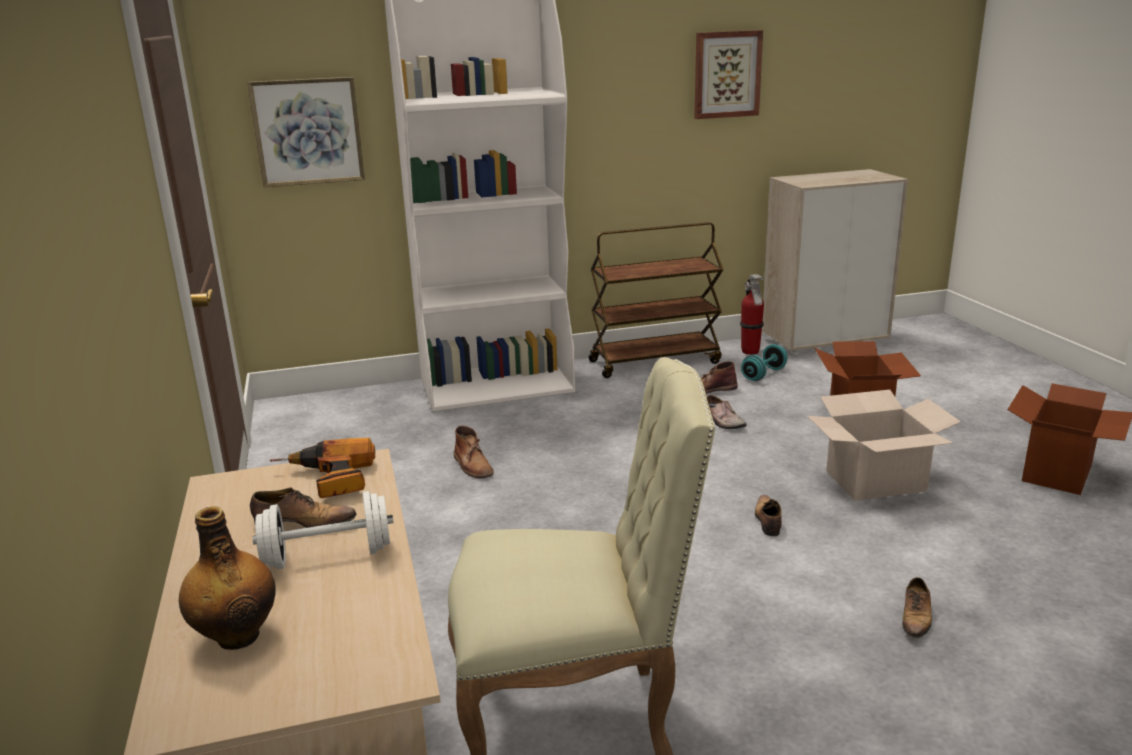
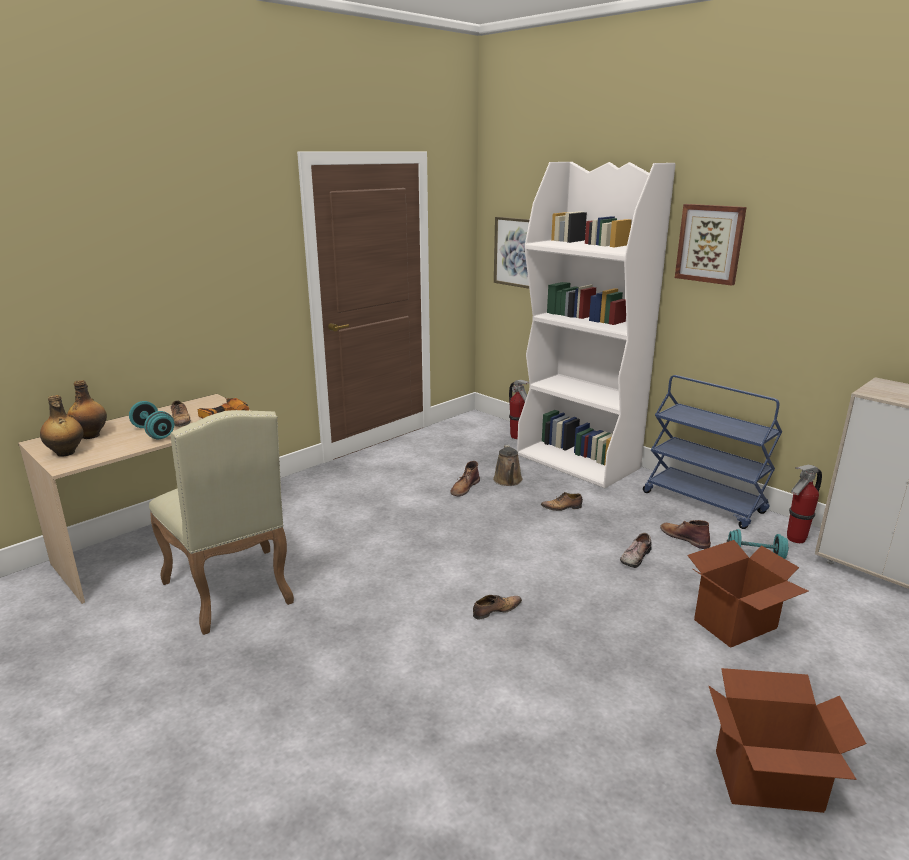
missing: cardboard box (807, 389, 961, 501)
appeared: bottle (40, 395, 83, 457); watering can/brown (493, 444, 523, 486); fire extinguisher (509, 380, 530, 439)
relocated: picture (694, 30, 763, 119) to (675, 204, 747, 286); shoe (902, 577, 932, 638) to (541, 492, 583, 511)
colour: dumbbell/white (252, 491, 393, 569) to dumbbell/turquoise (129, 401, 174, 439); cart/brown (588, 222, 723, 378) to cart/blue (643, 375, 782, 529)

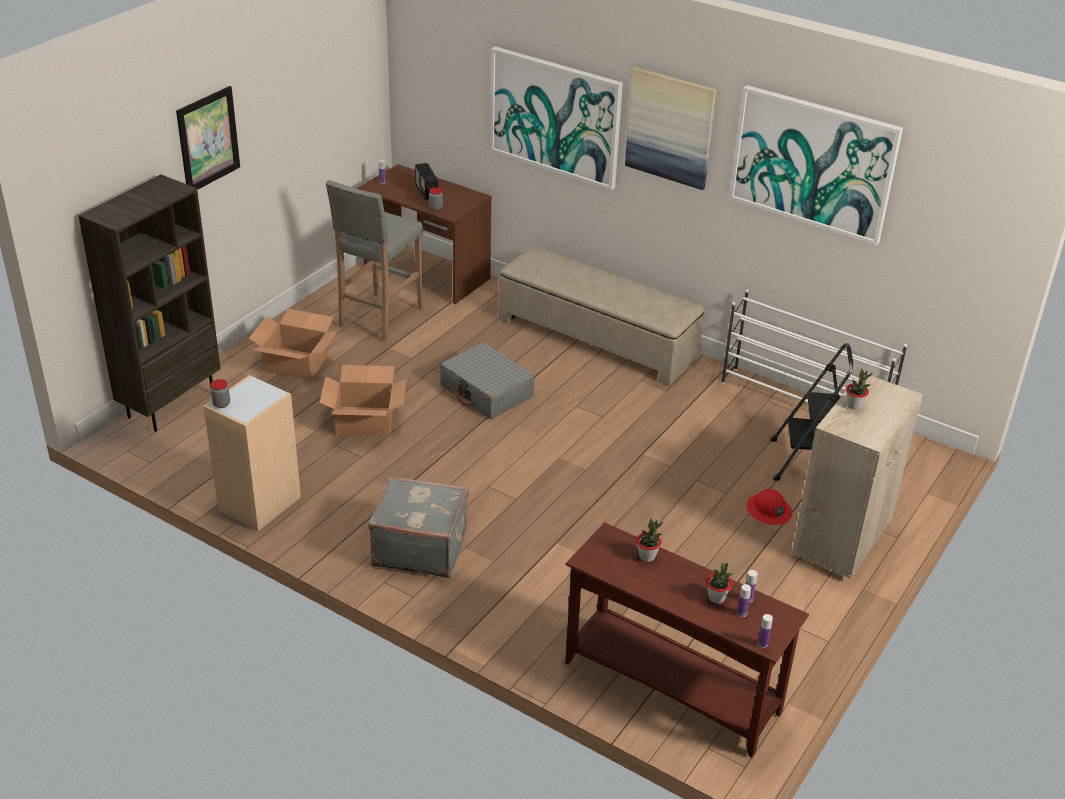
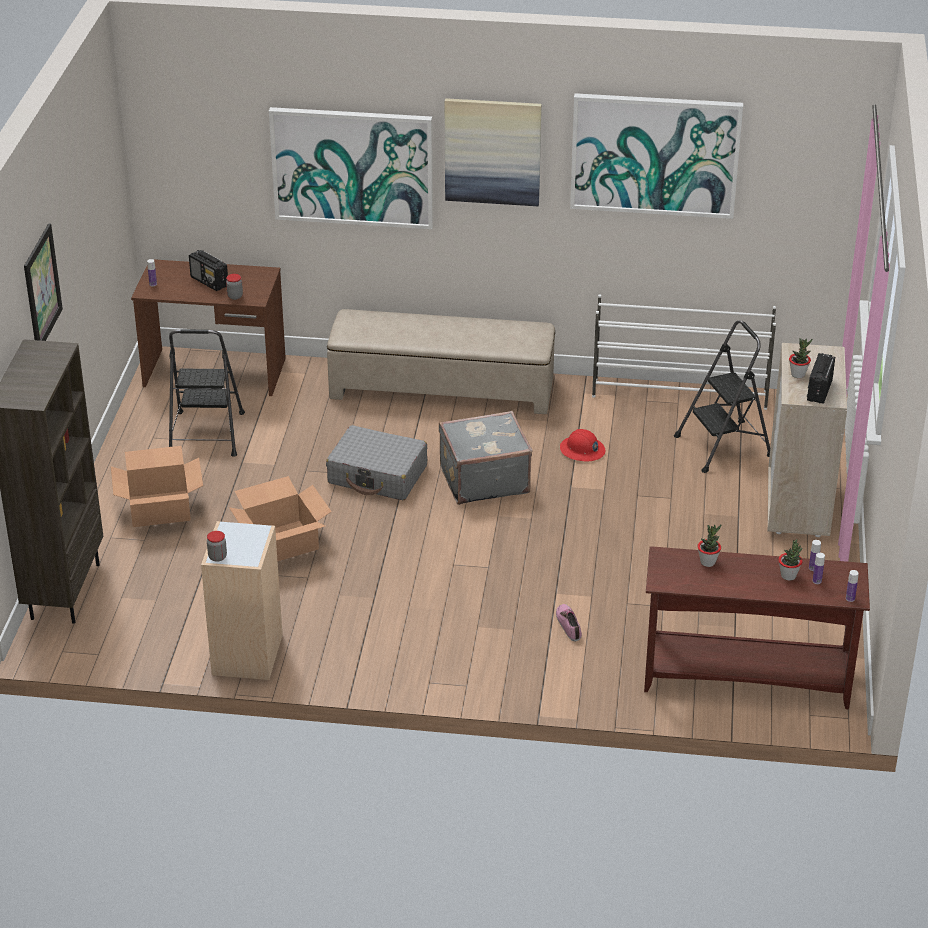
appeared: shoe (556, 604, 582, 641); radio (807, 353, 835, 404)
relocated: suitcase/grey (368, 476, 469, 578) to (439, 411, 532, 505); hard hat/red (747, 489, 792, 525) to (560, 429, 605, 461)
exchanged: stool/grey (326, 180, 424, 342) to step ladder/black (169, 329, 245, 456)

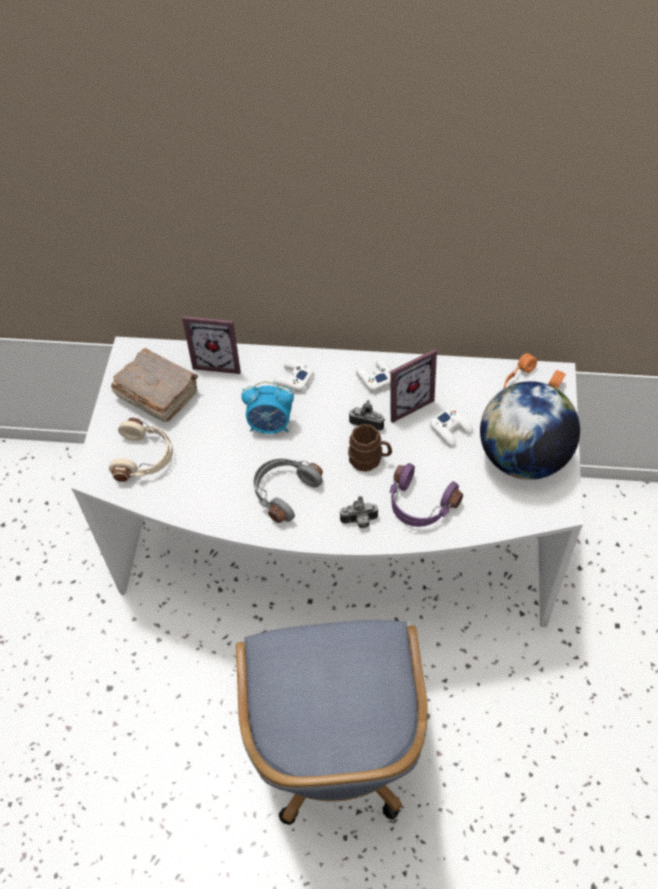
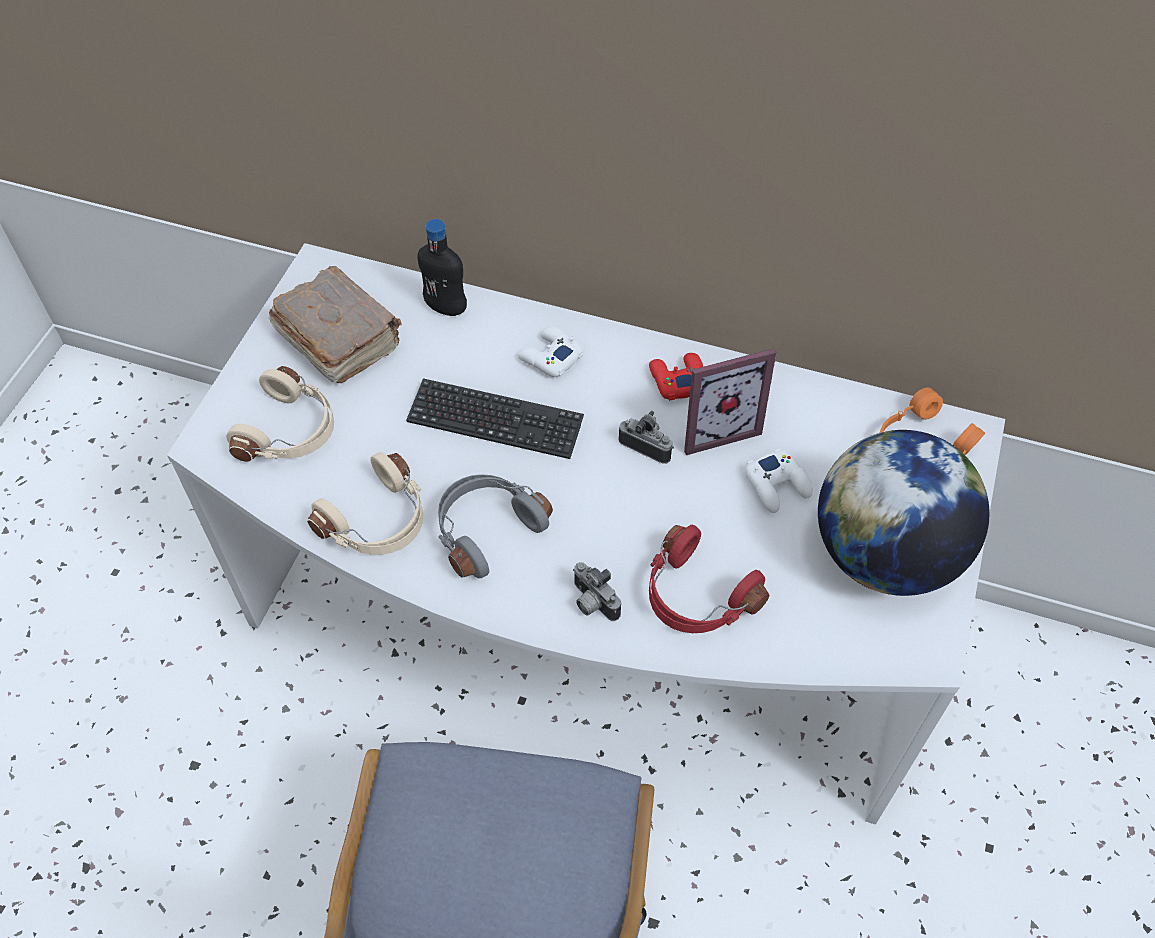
missing: mug/brown (348, 424, 392, 472)
appeared: headphones/beige (307, 452, 423, 555)
exchanged: picture frame (182, 316, 241, 374) to bottle/black (418, 219, 467, 316); alarm clock (241, 381, 294, 434) to keyboard (406, 378, 584, 459)
colour: game controller/white (356, 359, 391, 392) to game controller/red (649, 353, 703, 401); headphones/purple (389, 463, 463, 527) to headphones/red (649, 525, 769, 633)
spun: photo camera (340, 496, 379, 528) = (573, 562, 621, 621) 45 degrees clockwise

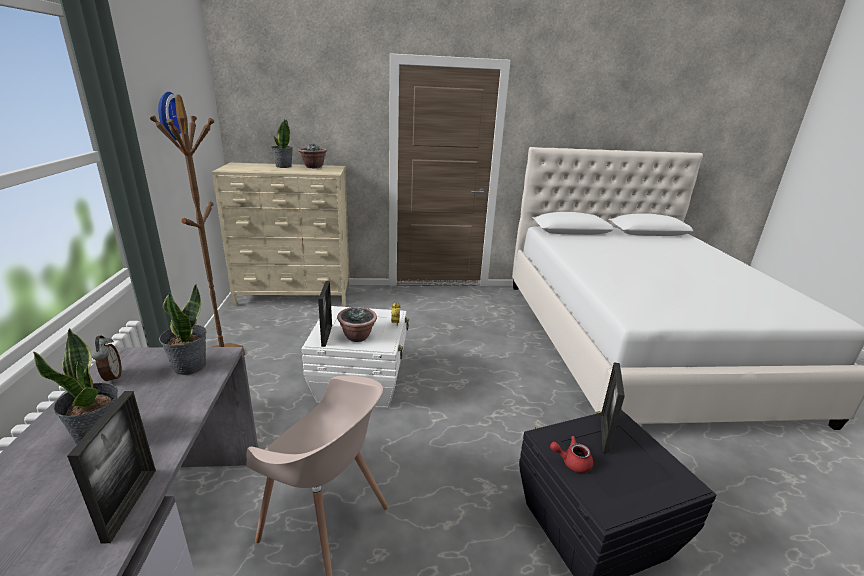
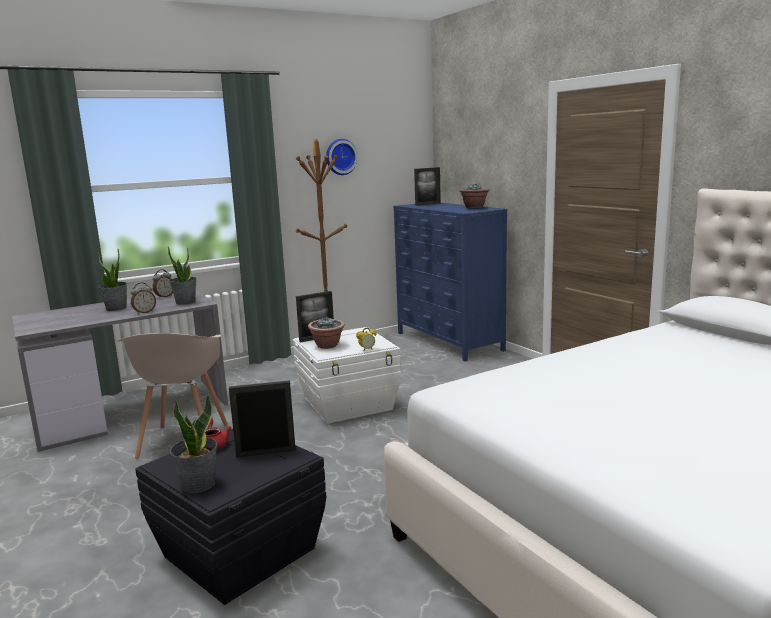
appeared: alarm clock (131, 283, 156, 314)
relocated: picture frame (67, 391, 156, 544) to (414, 167, 441, 206); potted plant (271, 118, 293, 168) to (170, 394, 217, 493)
colour: dresser/beige (212, 163, 350, 306) to dresser/blue (394, 203, 507, 362)

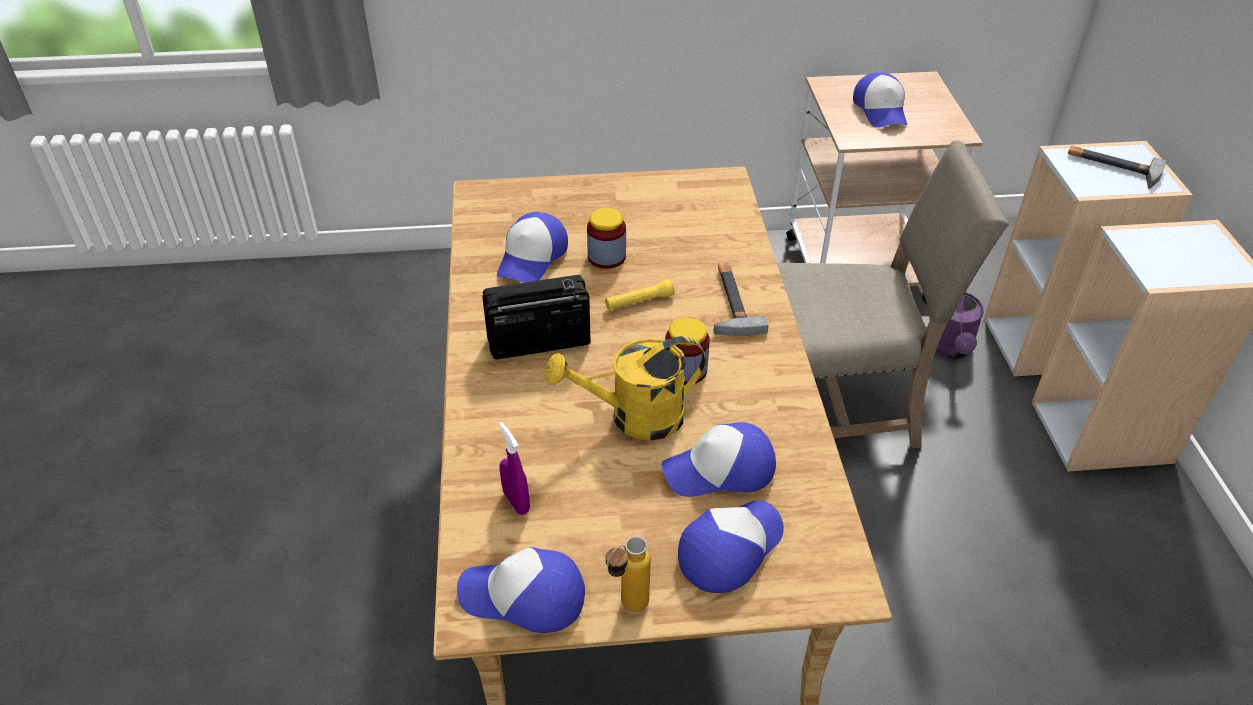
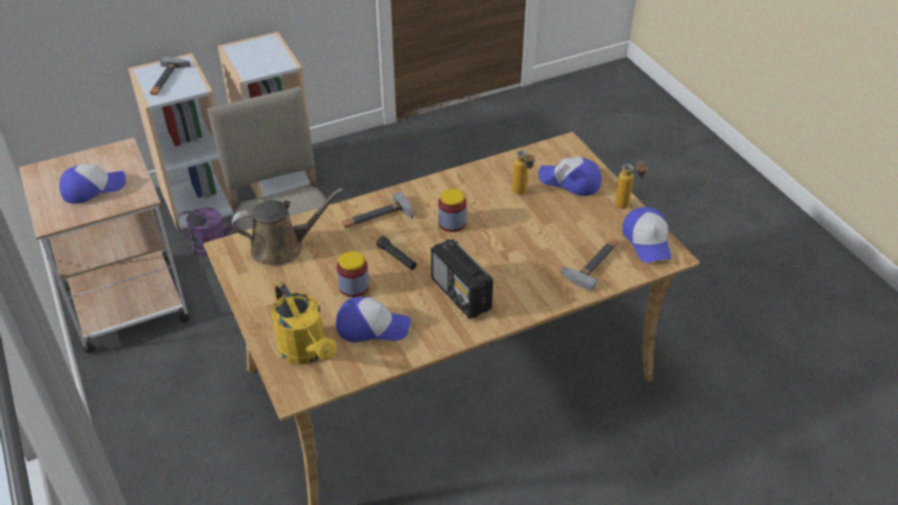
appeared: watering can/brown (232, 188, 343, 266)
relocated: watering can/yellow (545, 336, 706, 441) to (272, 282, 337, 365)
exchanged: spray bottle/purple (499, 422, 530, 515) to hammer (561, 238, 619, 291); cap (662, 422, 776, 497) to bottle (512, 150, 535, 195)
colour: flashlight/yellow (605, 279, 675, 310) to flashlight/black (377, 236, 417, 270)

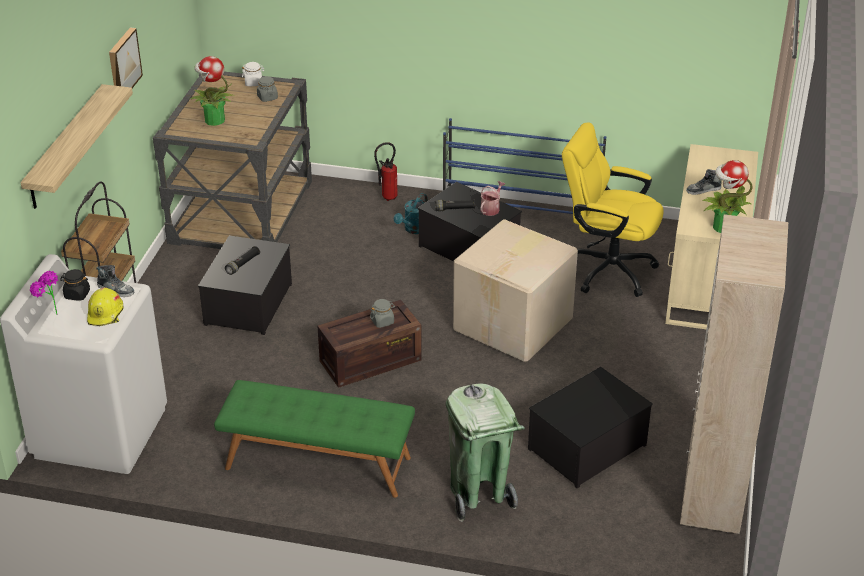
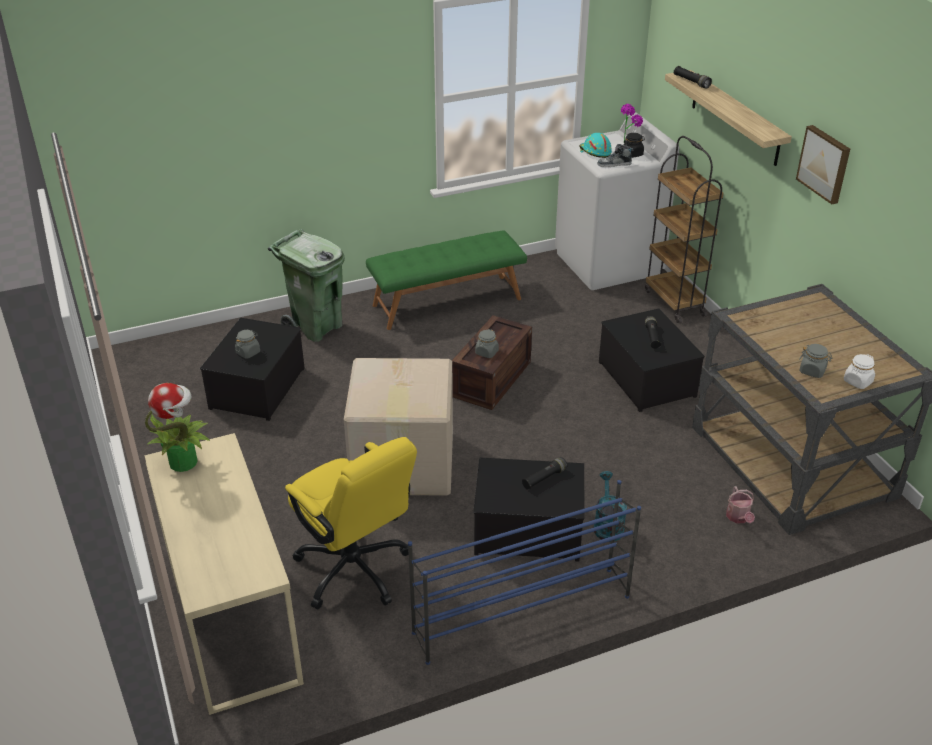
missing: potted plant (190, 56, 234, 126); fire extinguisher (374, 142, 398, 201); cabinet/beige (680, 214, 788, 534); shoe (686, 169, 722, 195)
appeared: jar/grey (235, 330, 260, 358); flashlight/black (674, 66, 712, 89)
relocated: watering can (480, 181, 505, 216) to (726, 486, 755, 524)
colour: hard hat/yellow (87, 287, 124, 326) to hard hat/turquoise (579, 133, 612, 158)
spun: office chair/yellow (562, 123, 664, 297) = (285, 437, 417, 610) 60 degrees clockwise

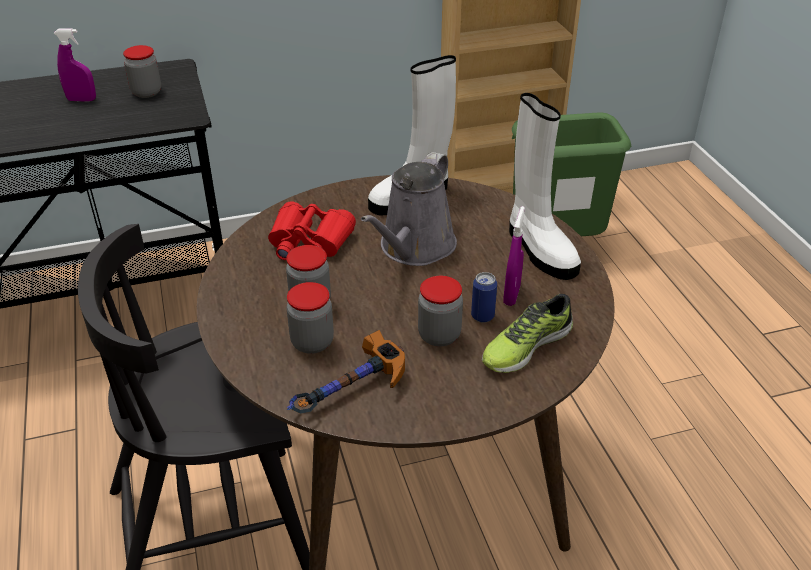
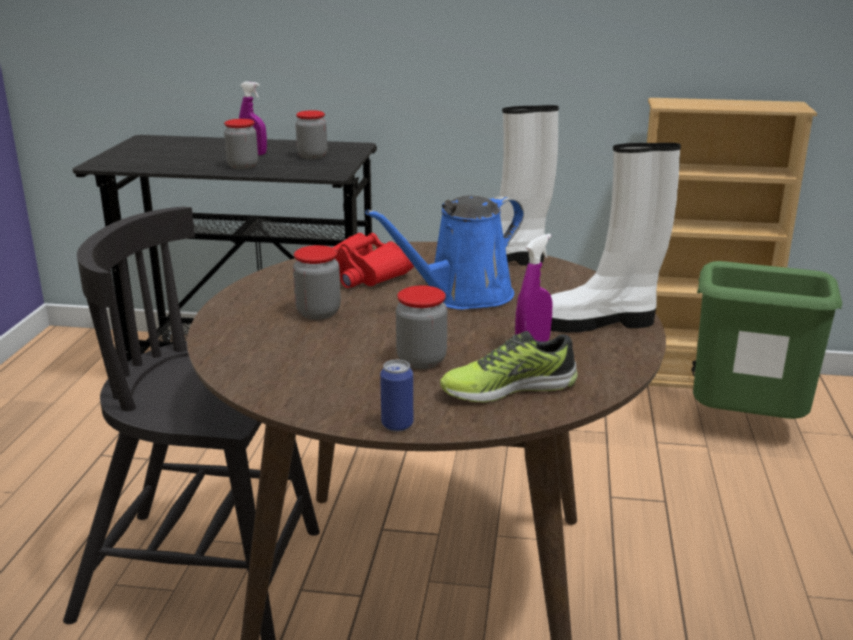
missing: hammer (287, 330, 405, 414)
relocated: jar (286, 282, 334, 354) to (224, 119, 258, 170); can (471, 272, 497, 323) to (380, 360, 413, 432)
colour: watering can/grey (361, 152, 457, 266) to watering can/blue (365, 195, 524, 310)
spun: boot/white (509, 93, 581, 280) = (551, 143, 681, 332) 90 degrees clockwise

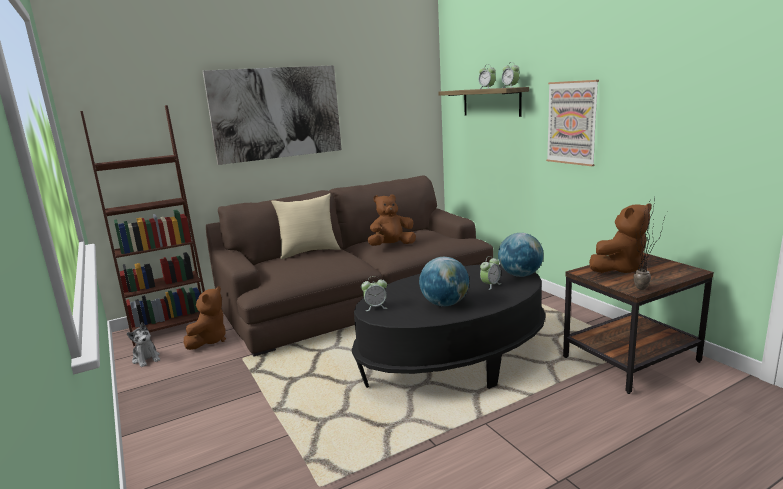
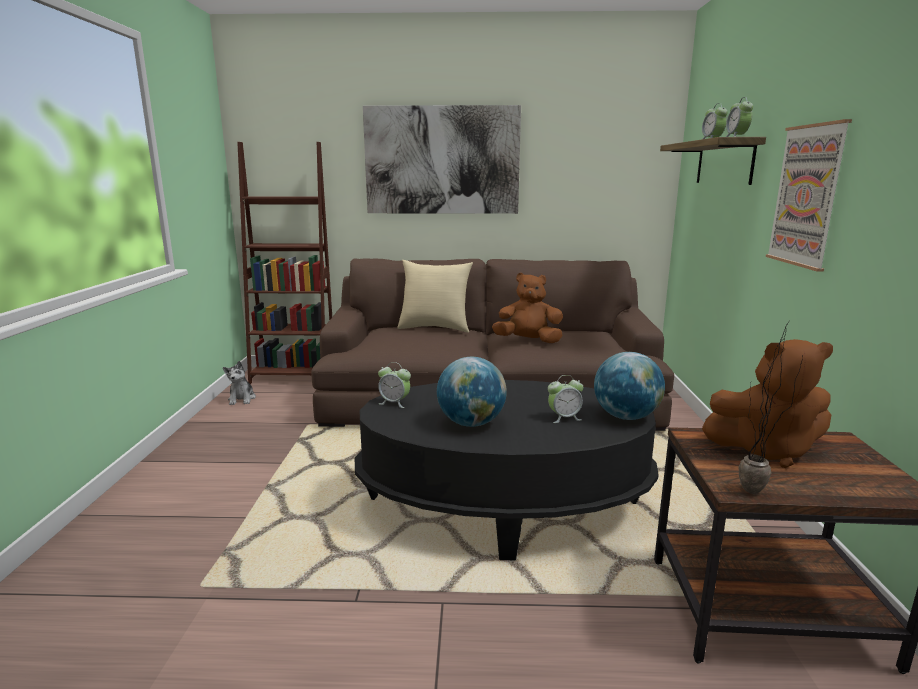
missing: plush toy/brown (184, 286, 226, 350)

